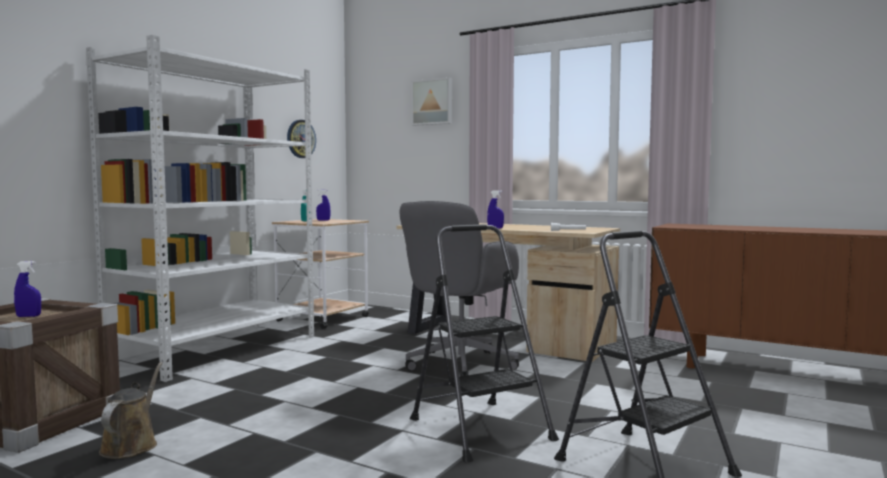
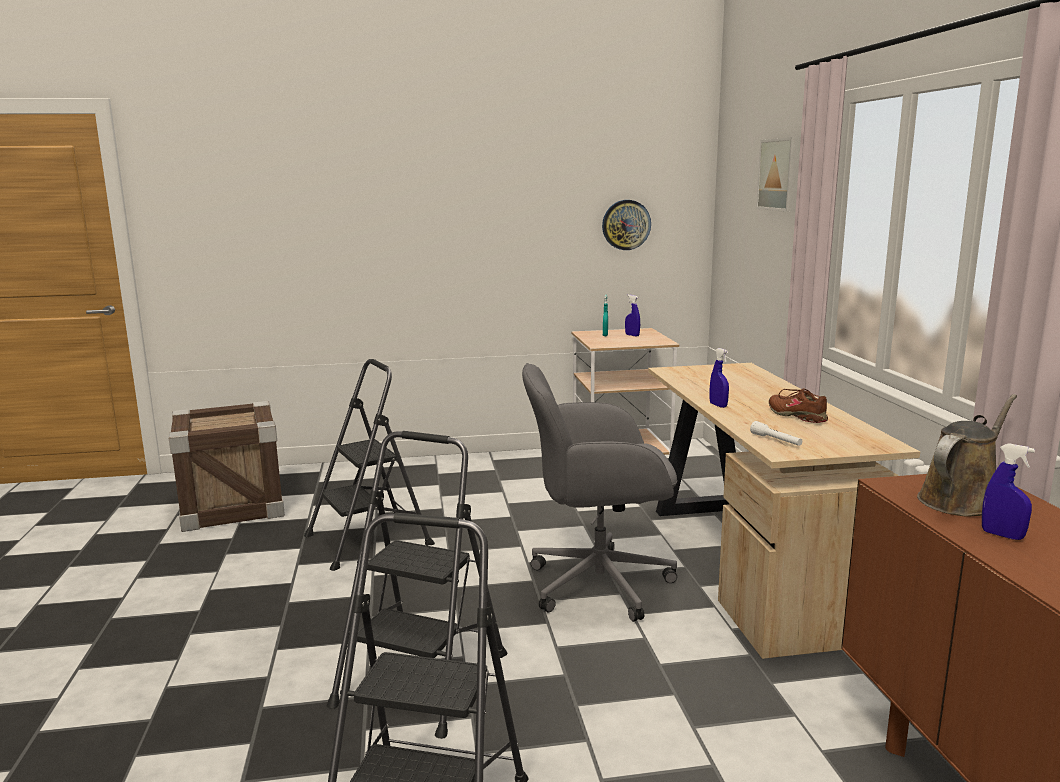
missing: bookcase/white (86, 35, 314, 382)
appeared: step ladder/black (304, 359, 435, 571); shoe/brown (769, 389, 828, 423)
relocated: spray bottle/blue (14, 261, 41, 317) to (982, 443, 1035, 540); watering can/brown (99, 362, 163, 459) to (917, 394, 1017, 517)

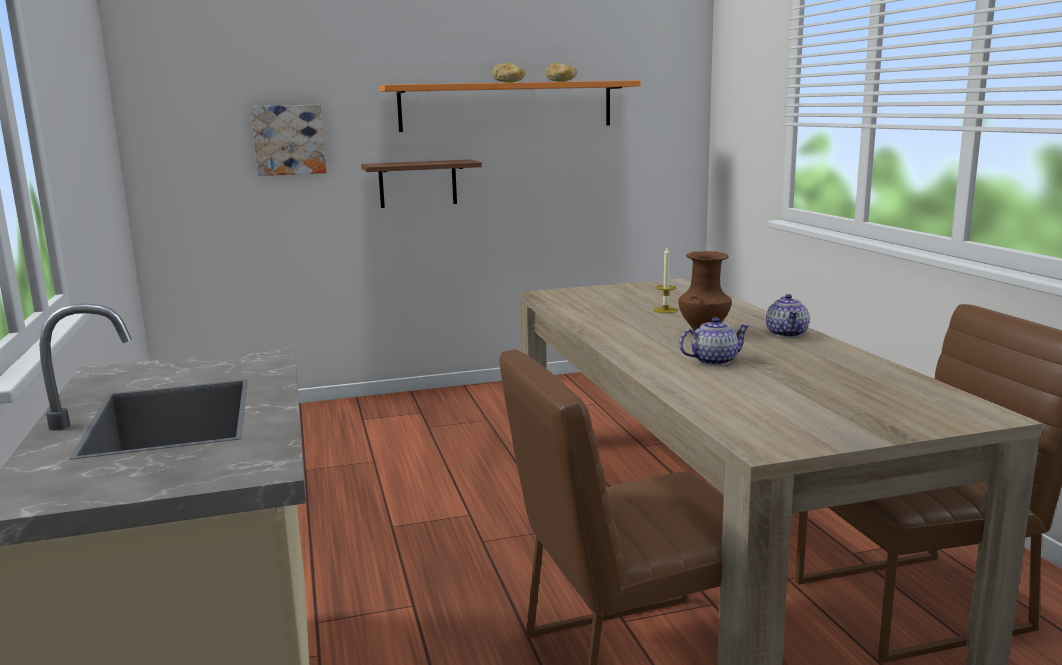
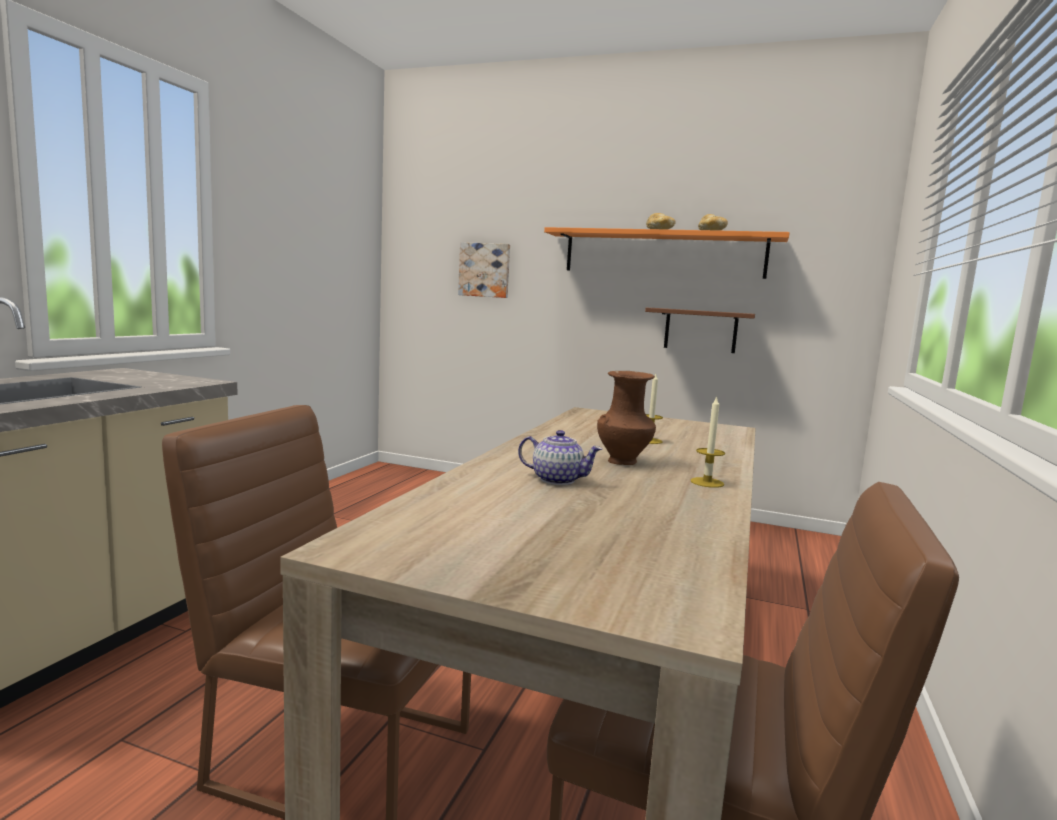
relocated: shelf/brown (361, 160, 482, 208) to (645, 308, 755, 353)
exchanged: teapot (766, 294, 809, 338) to candle (691, 396, 725, 488)

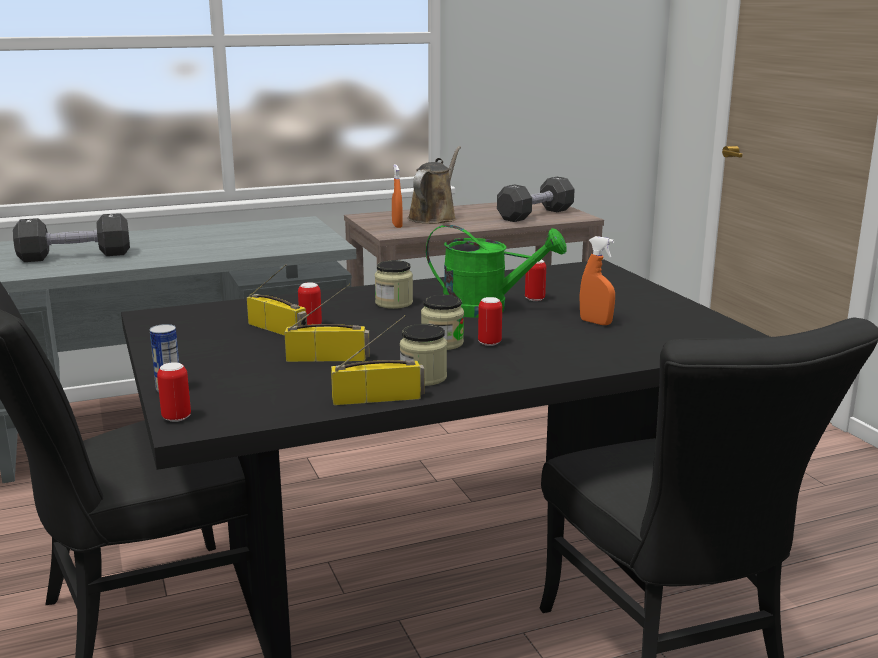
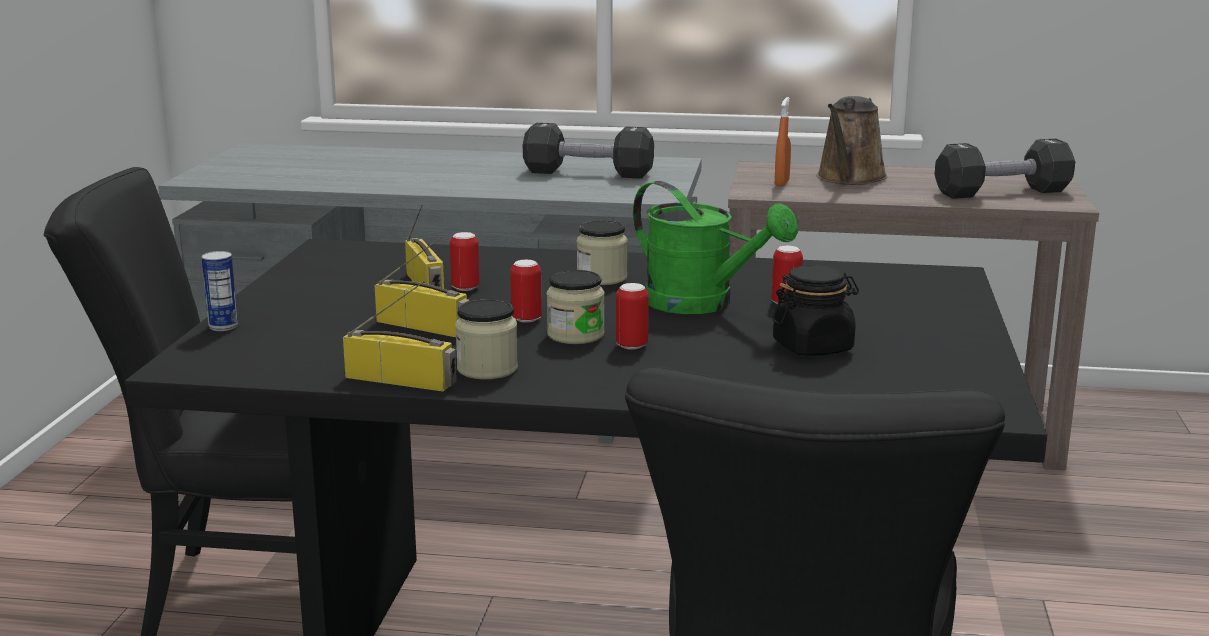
relocated: dumbbell/black (13, 213, 130, 262) to (523, 123, 654, 179); can (157, 362, 191, 422) to (510, 260, 542, 323)
exchanged: spray bottle/orange (579, 236, 615, 325) to jar/black (772, 265, 859, 356)
spun: watering can/brown (407, 146, 461, 224) = (816, 96, 887, 185) 150 degrees clockwise

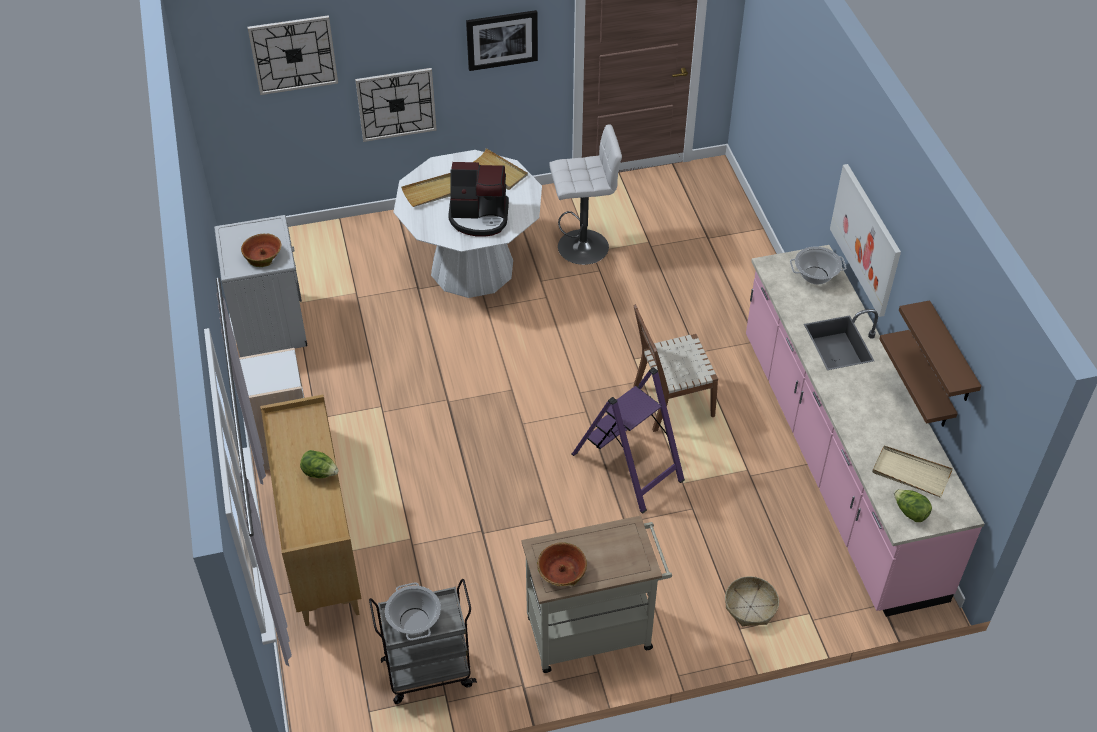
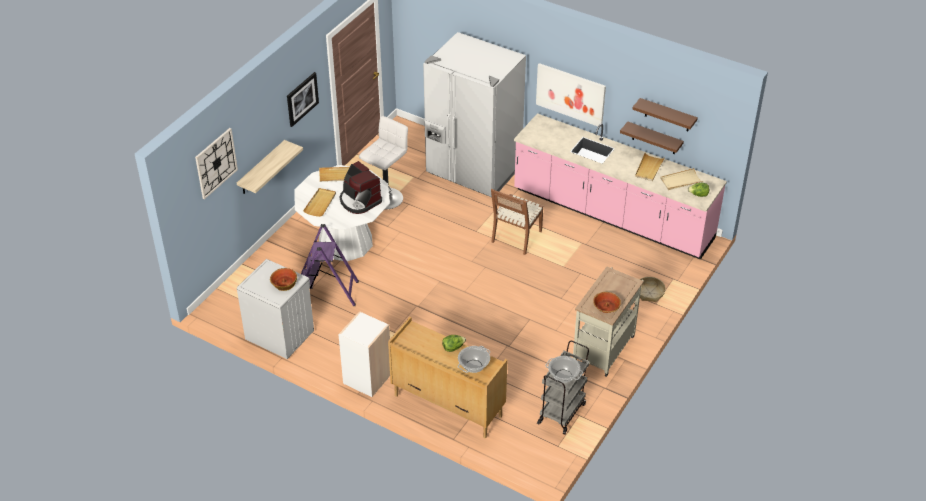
appeared: fridge/white (423, 32, 526, 197); tray/beige (635, 153, 665, 181)
relocated: step ladder/purple (571, 367, 685, 514) to (301, 224, 359, 306); cooking pot (790, 247, 846, 284) to (458, 346, 490, 373)
exchanged: wall clock (355, 68, 436, 142) to shelf (237, 140, 303, 194)
spun: coffee machine (448, 162, 509, 237) = (340, 161, 382, 214) 90 degrees clockwise

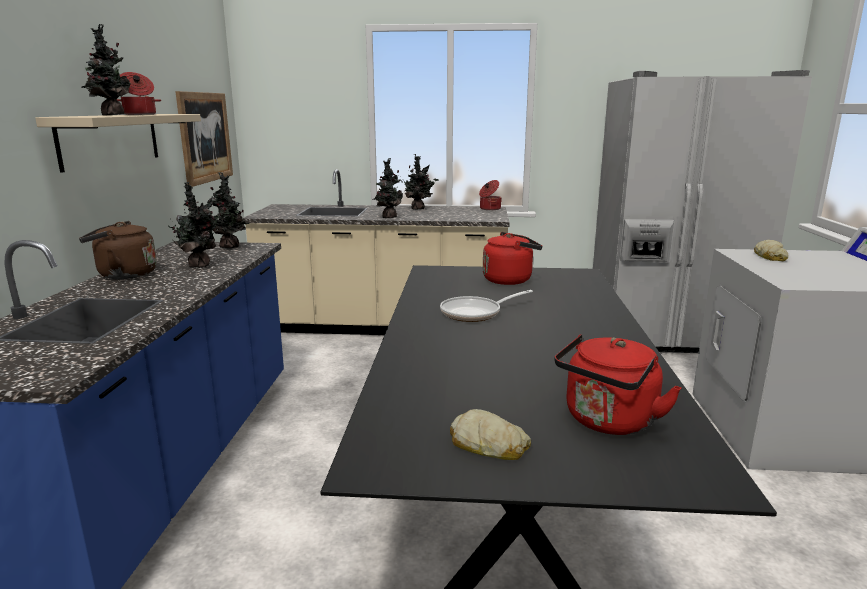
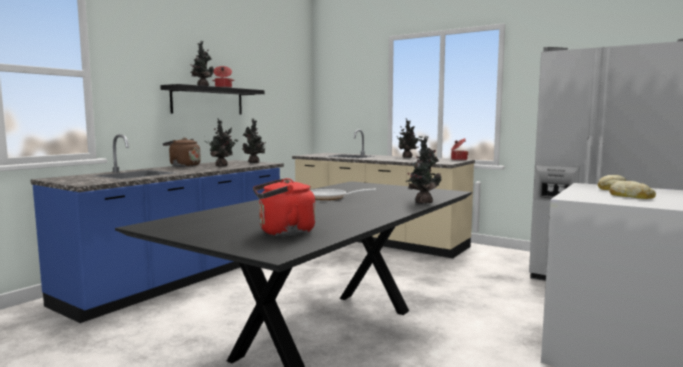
missing: picture (175, 91, 233, 187); kettle/red (483, 232, 542, 285)
relocated: potted plant (372, 158, 403, 218) to (406, 136, 441, 204); bread (450, 409, 531, 460) to (609, 181, 656, 199)
colour: shelf/beige (35, 114, 201, 173) to shelf/black (160, 84, 265, 114)

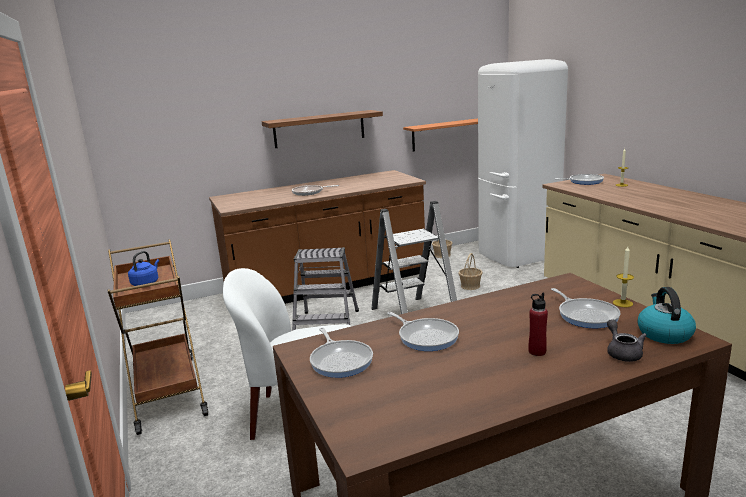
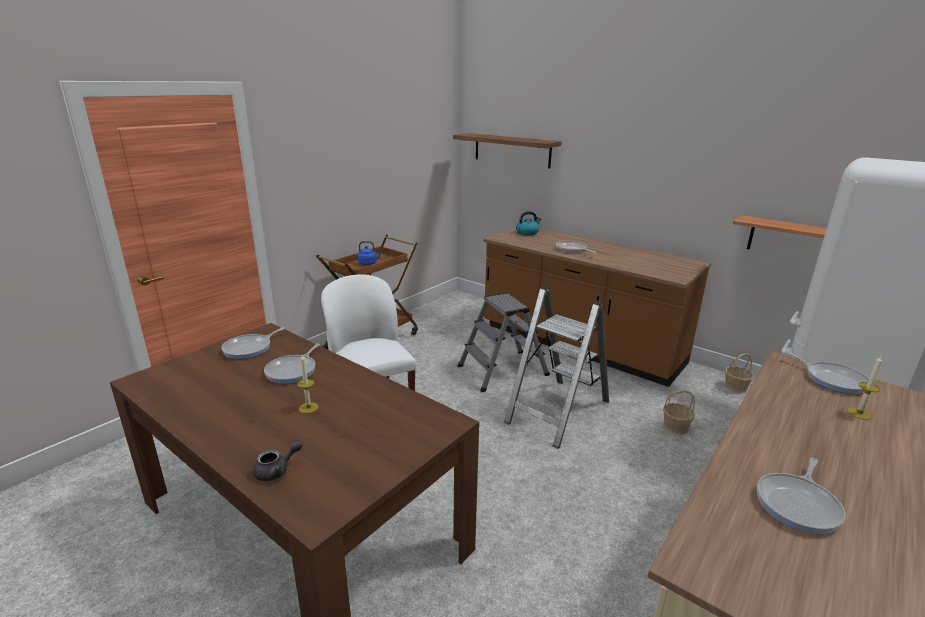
missing: bottle/red (528, 292, 548, 356)
relocated: shelf (262, 110, 383, 148) to (453, 133, 562, 169); frying pan (551, 288, 621, 328) to (757, 458, 846, 534); candle (613, 246, 634, 307) to (297, 355, 318, 413); kettle (637, 287, 696, 344) to (516, 211, 541, 236)

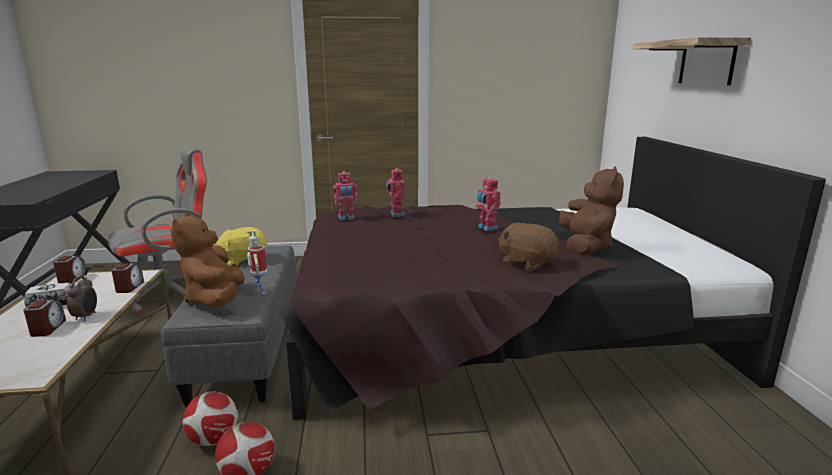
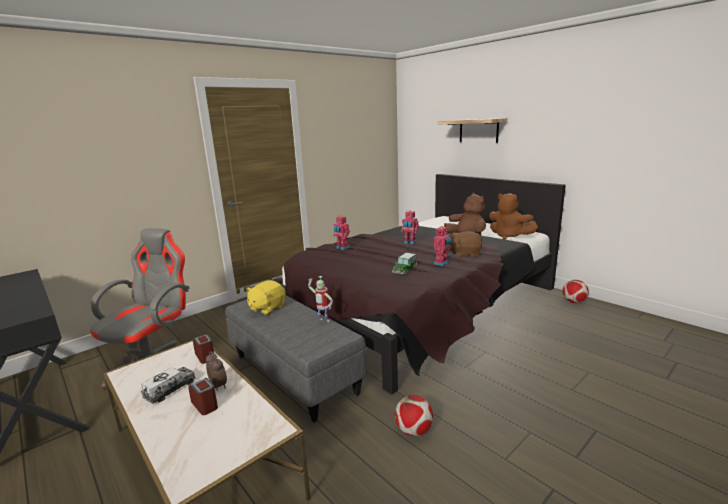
missing: alarm clock (53, 256, 87, 284)
appeared: toy car (392, 253, 417, 275)
relocated: plush toy/brown (170, 213, 245, 307) to (489, 193, 538, 240); football (183, 392, 238, 446) to (562, 280, 589, 303); toy robot (333, 171, 358, 220) to (434, 226, 451, 266)

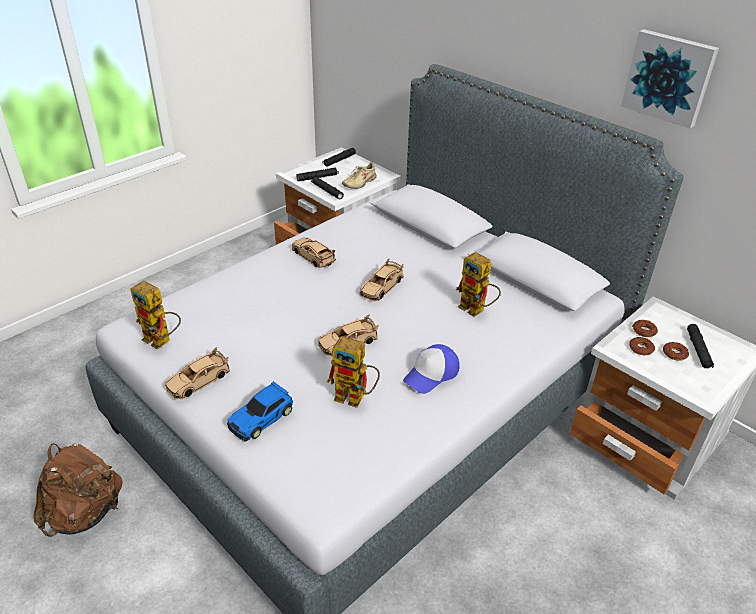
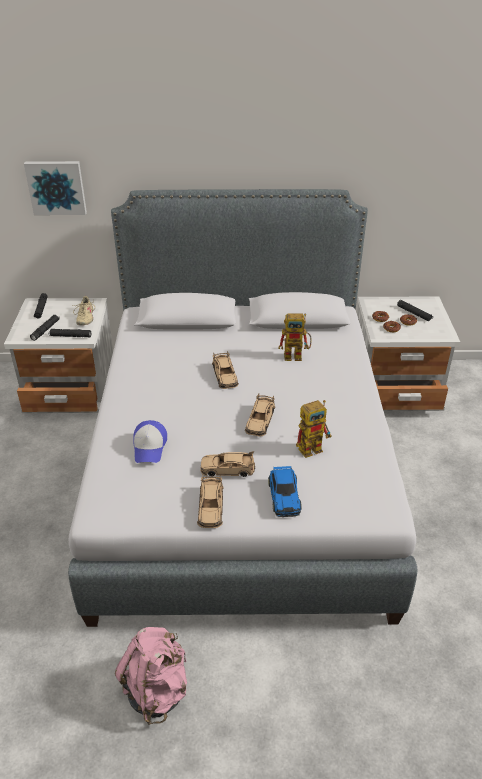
missing: toy robot (130, 280, 181, 349)
relocated: toy car/beige (292, 237, 336, 268) to (200, 451, 255, 477); cap (403, 344, 460, 394) to (133, 420, 167, 463); picture (621, 29, 719, 128) to (24, 161, 87, 215)
colour: backpack/brown (33, 443, 123, 537) to backpack/pink (115, 627, 187, 725)

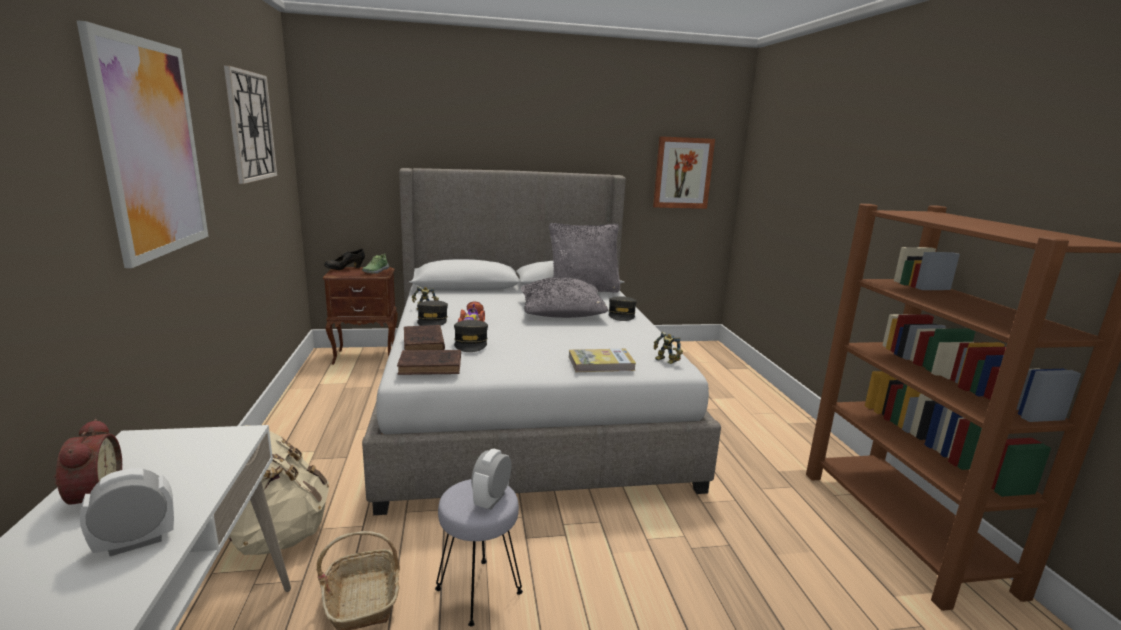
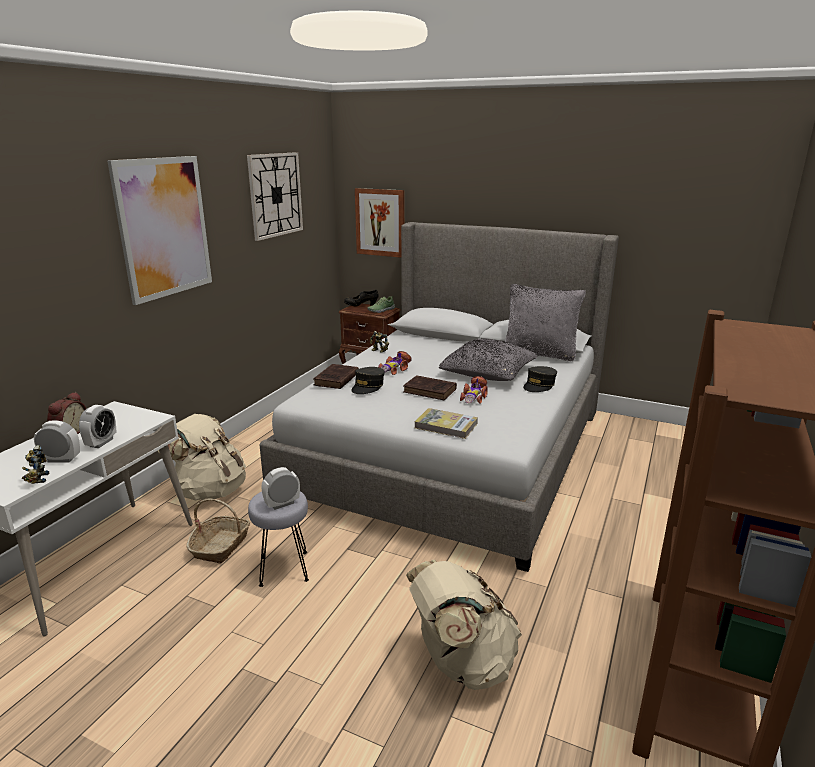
missing: cap/grey (417, 300, 448, 326)
appeared: alarm clock (79, 405, 116, 448); backpack/beige (406, 560, 522, 690); toy car (460, 376, 488, 404)
relocated: book/brown (397, 350, 461, 375) to (403, 375, 457, 400); picture (653, 136, 715, 209) to (355, 188, 405, 258); toy robot (654, 331, 683, 364) to (22, 445, 49, 484)

